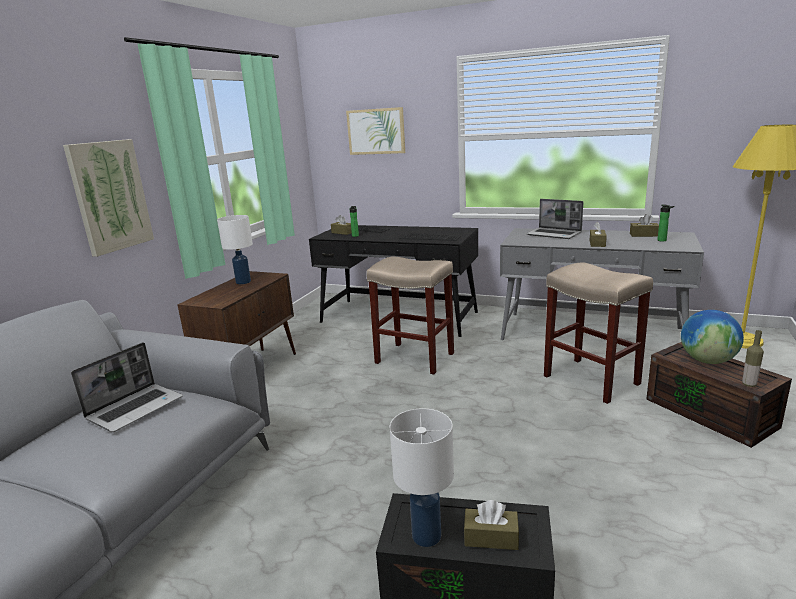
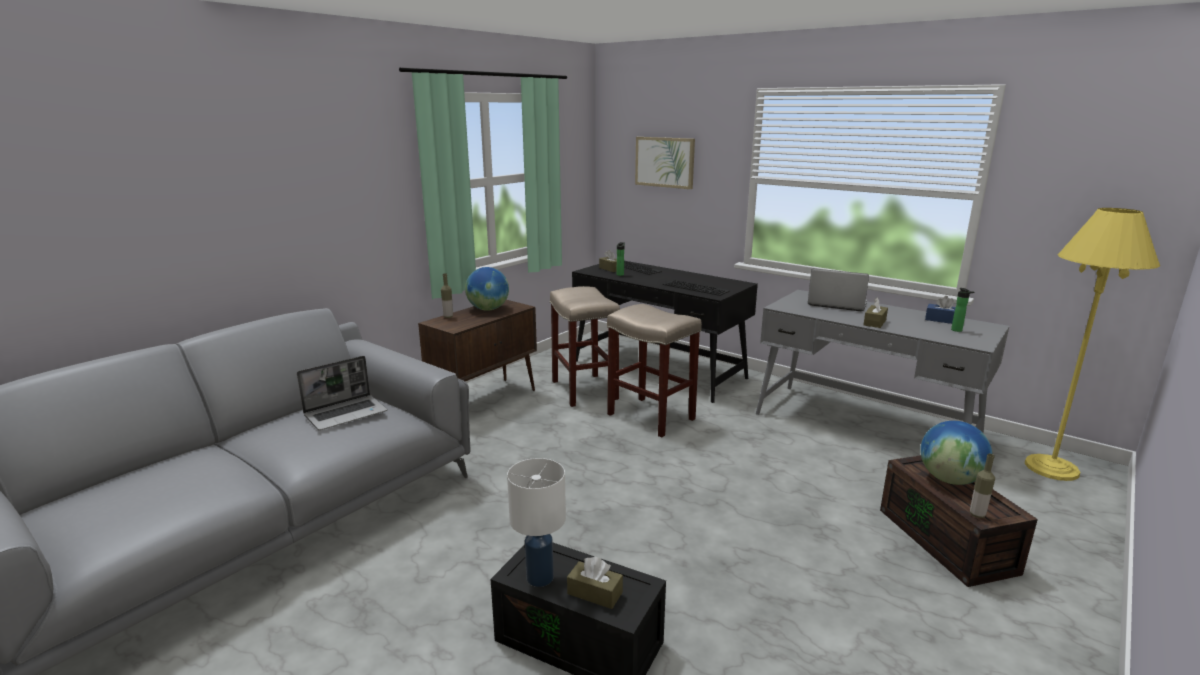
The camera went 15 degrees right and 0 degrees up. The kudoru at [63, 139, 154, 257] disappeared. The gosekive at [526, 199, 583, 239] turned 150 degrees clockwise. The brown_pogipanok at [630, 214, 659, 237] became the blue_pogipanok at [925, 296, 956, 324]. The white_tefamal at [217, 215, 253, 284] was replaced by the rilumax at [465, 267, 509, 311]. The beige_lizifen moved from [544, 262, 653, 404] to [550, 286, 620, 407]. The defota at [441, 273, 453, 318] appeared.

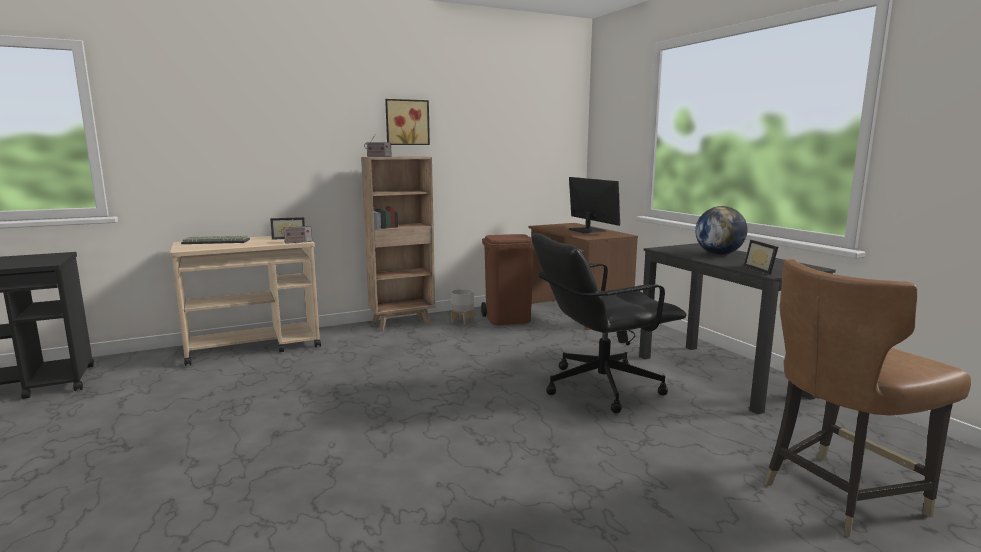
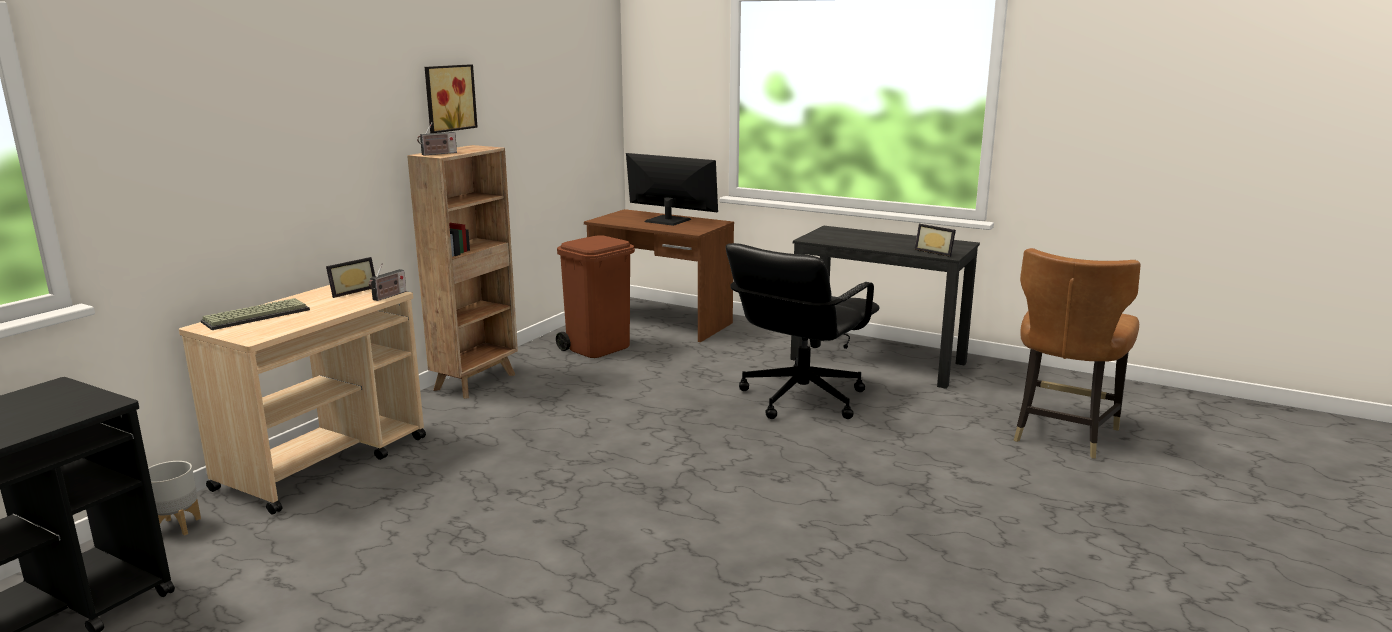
The camera went 35 degrees left and 5 degrees up. The rilumax at [695, 206, 748, 255] disappeared. The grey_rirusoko moved from [451, 289, 474, 325] to [148, 461, 201, 536].

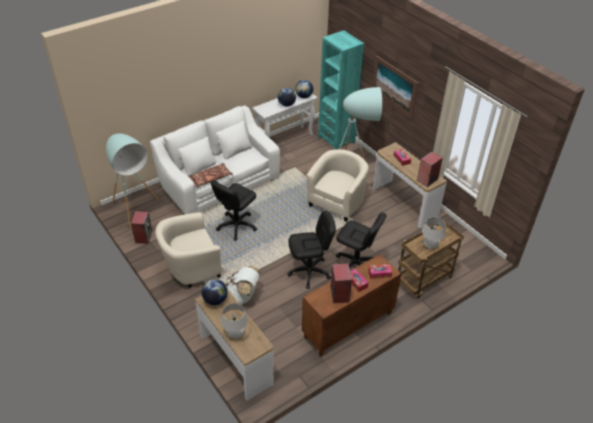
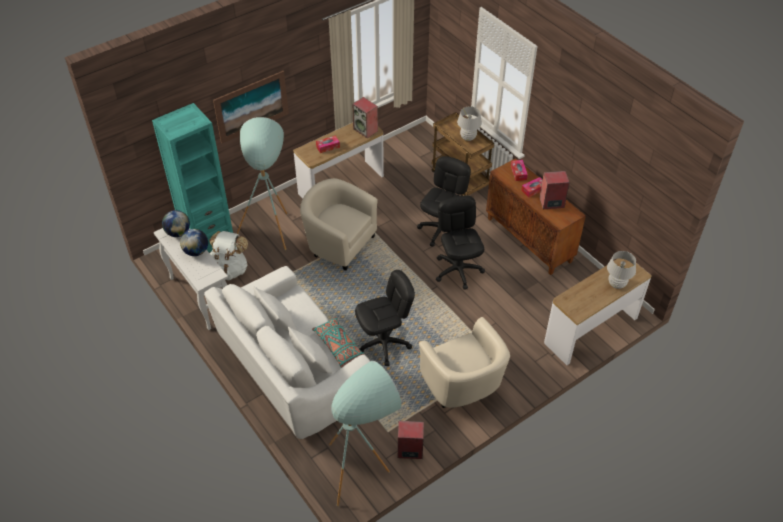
The camera went 90 degrees left and 5 degrees up. The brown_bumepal at [188, 163, 233, 187] became the turquoise_bumepal at [312, 317, 365, 368]. The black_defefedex at [210, 180, 257, 241] turned 60 degrees counterclockwise. The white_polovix moved from [225, 266, 260, 305] to [209, 231, 248, 280]. The rilumax at [202, 279, 228, 305] disappeared.

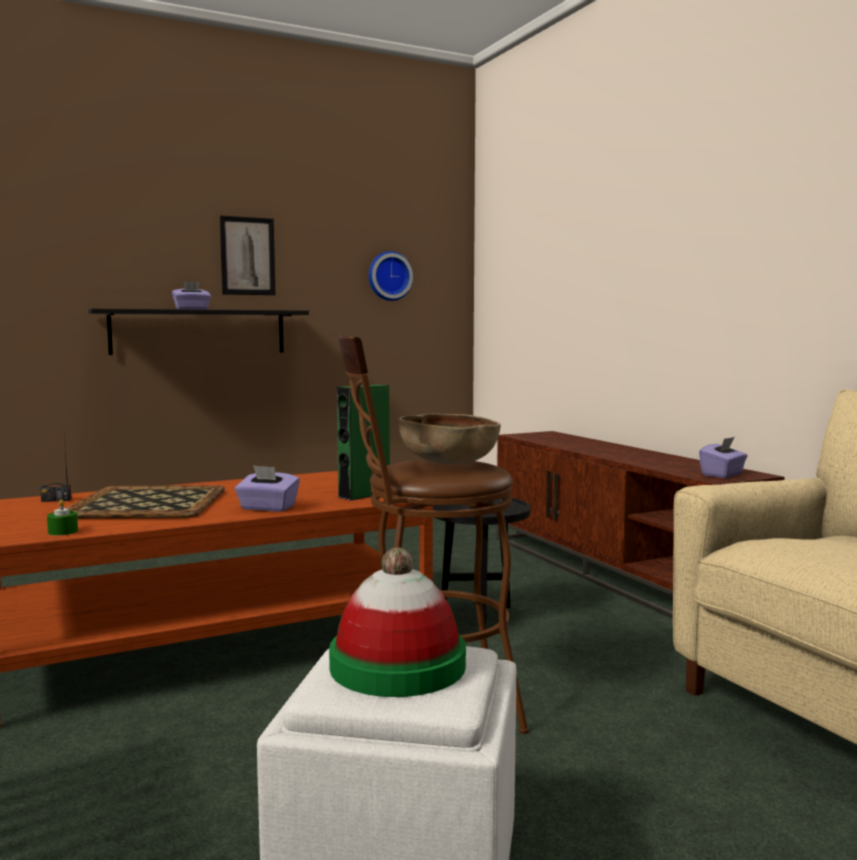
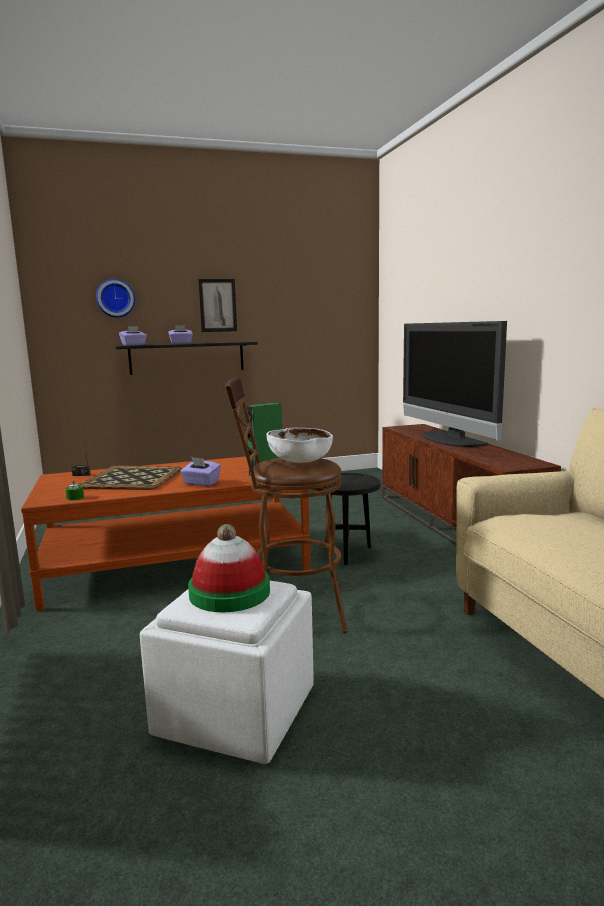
The camera went 10 degrees right and 5 degrees up. The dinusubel moved from [368, 251, 413, 301] to [96, 279, 135, 318]. The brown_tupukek at [398, 414, 501, 465] became the white_tupukek at [266, 428, 333, 463]. The purple_pogipanok moved from [699, 437, 748, 478] to [119, 326, 147, 345]. The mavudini at [403, 321, 507, 447] appeared.

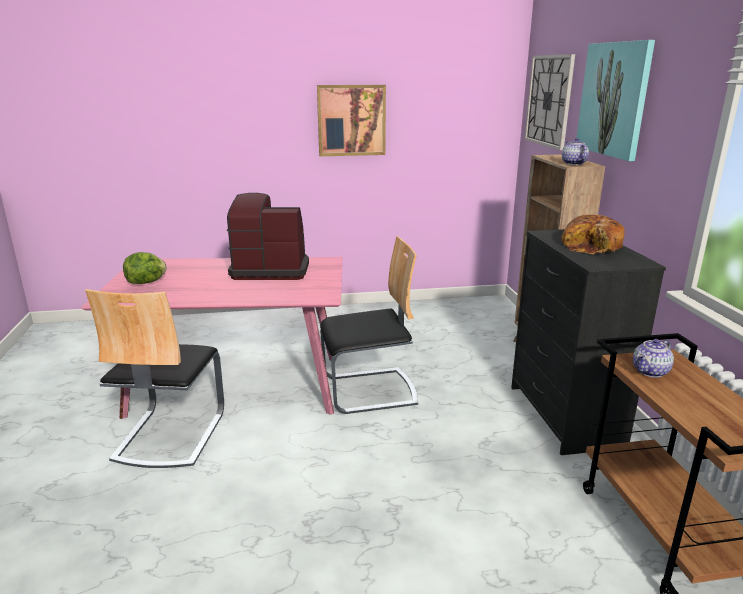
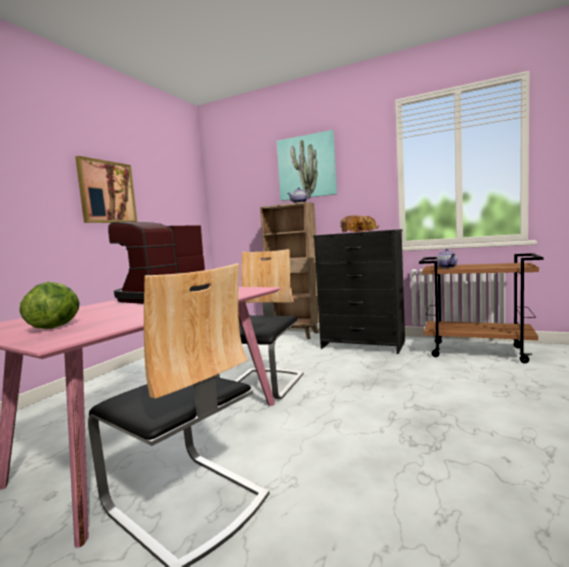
The camera went 55 degrees left and 15 degrees down. The dinusubel at [524, 54, 575, 150] disappeared.

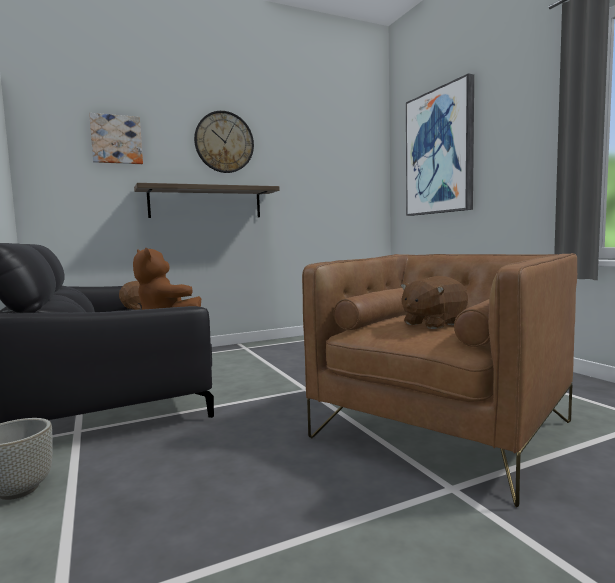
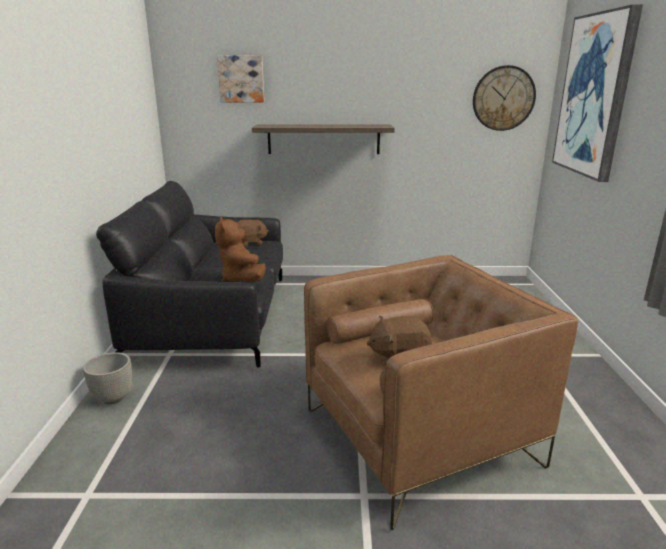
The camera went 25 degrees right and 15 degrees up. The dinusubel moved from [194, 111, 254, 173] to [473, 65, 536, 131].

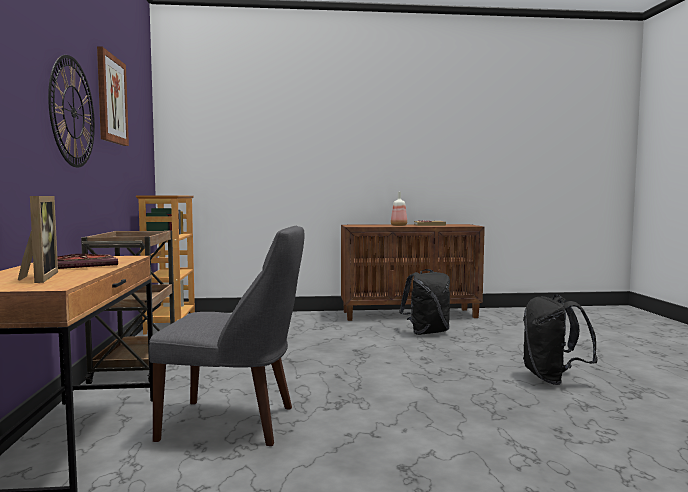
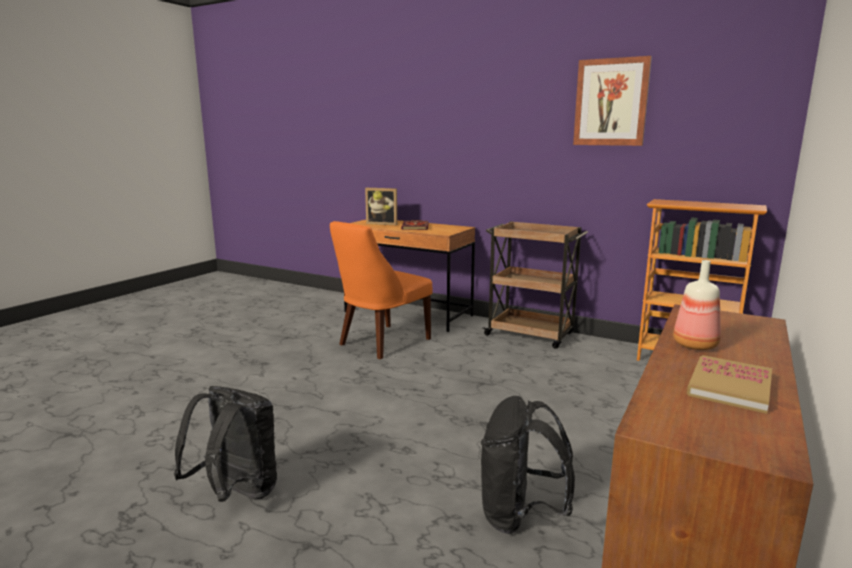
The camera went 125 degrees right and 10 degrees up. The dinusubel at [48, 55, 95, 167] disappeared. The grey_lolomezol at [149, 226, 304, 446] became the orange_lolomezol at [330, 221, 433, 359].

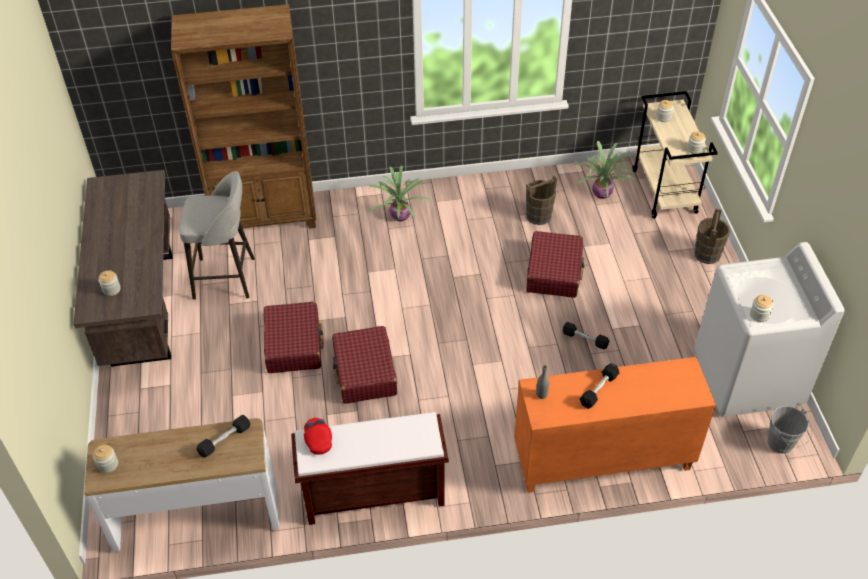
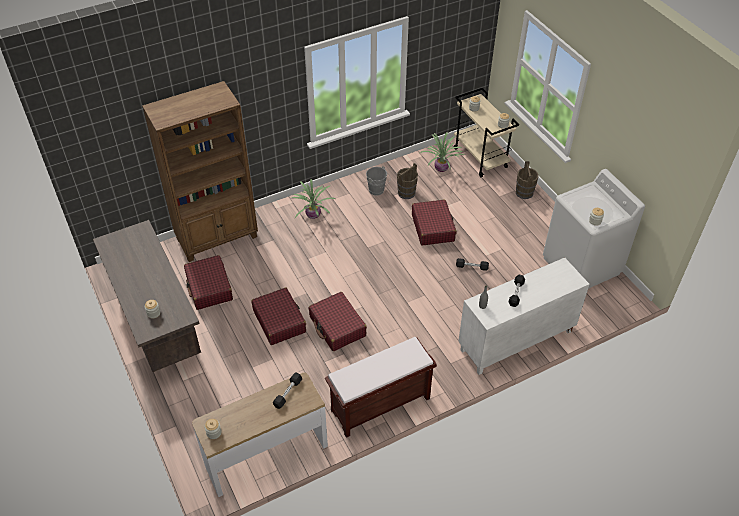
The camera went 20 degrees left and 0 degrees up. The grey_lizifen at [179, 171, 255, 299] was replaced by the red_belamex at [184, 255, 233, 310]. The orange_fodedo at [514, 357, 716, 493] became the white_fodedo at [458, 258, 589, 375]. The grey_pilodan moved from [767, 406, 812, 454] to [366, 166, 391, 196]. The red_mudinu at [304, 418, 332, 455] disappeared.

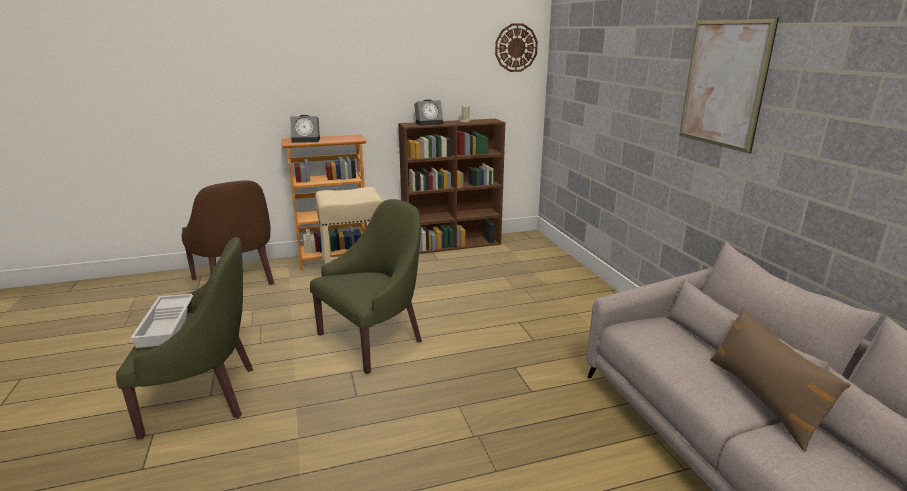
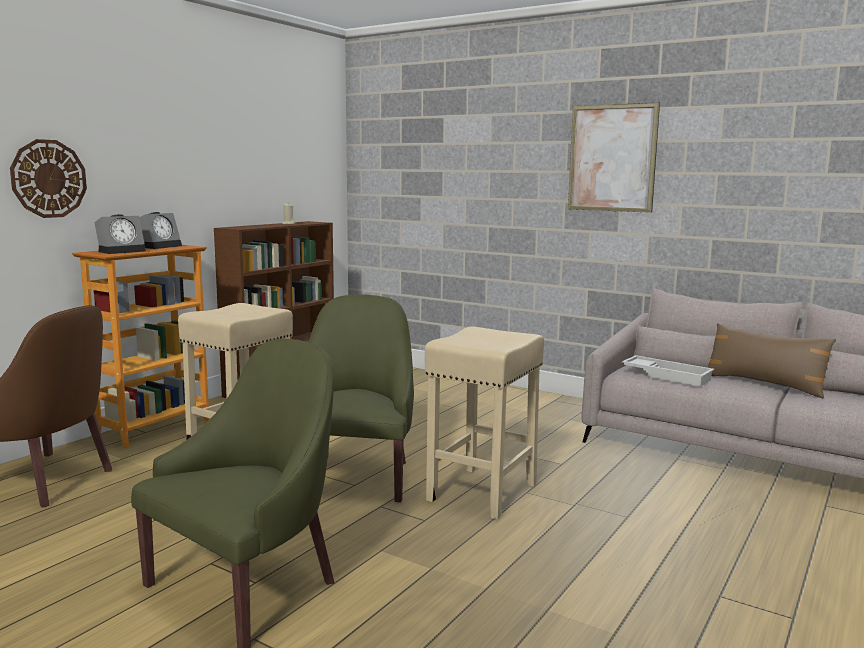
The camera went 40 degrees left and 10 degrees down. The dinusubel moved from [495, 24, 538, 72] to [10, 139, 87, 218]. The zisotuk moved from [414, 99, 443, 126] to [139, 212, 182, 249]. The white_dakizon moved from [130, 294, 193, 348] to [622, 355, 715, 387]. The beige_lizifen at [425, 326, 544, 520] appeared.

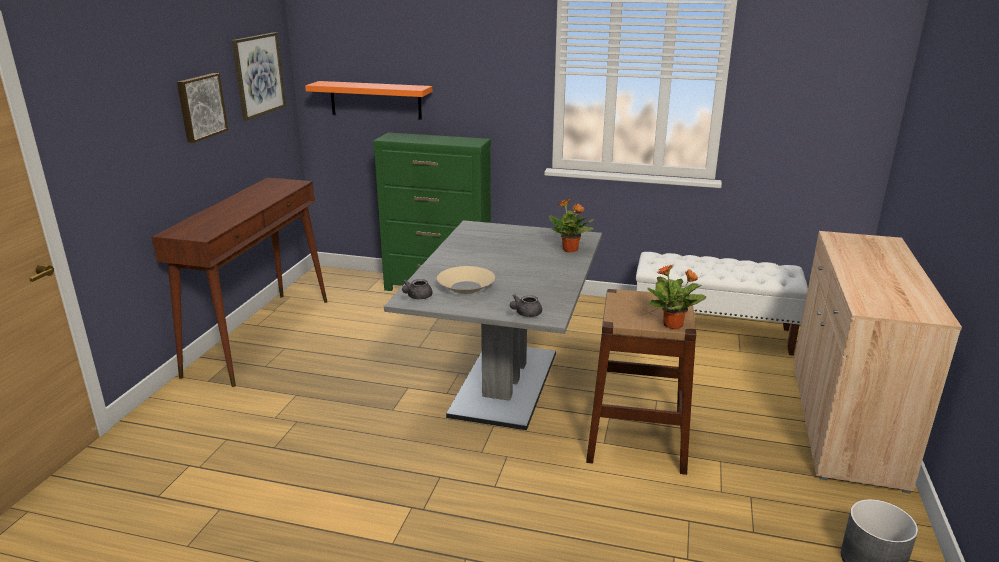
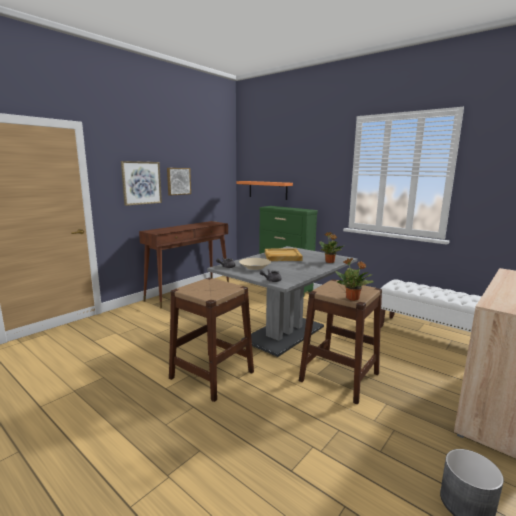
The camera went 25 degrees right and 10 degrees down. The kudoru moved from [232, 32, 286, 121] to [121, 161, 162, 206]. The beige_dakizon at [265, 248, 303, 261] appeared. The brown_lizifen at [169, 278, 254, 402] appeared.

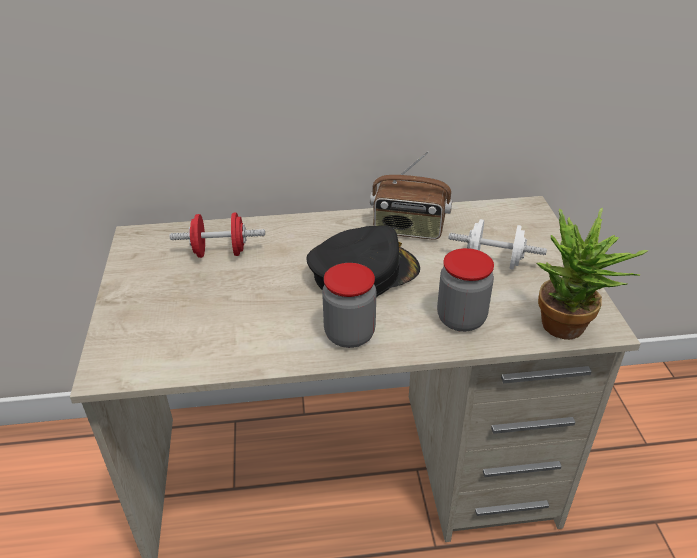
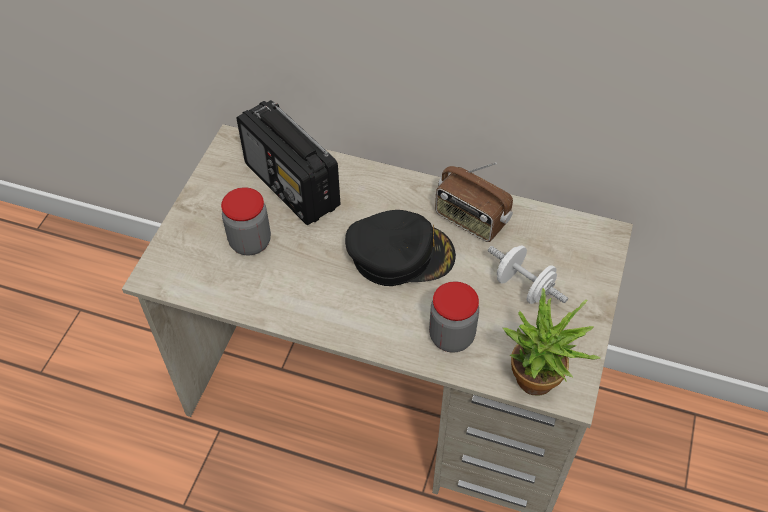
The camera went 25 degrees right and 15 degrees up. The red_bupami at [170, 212, 265, 258] was replaced by the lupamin at [236, 100, 340, 225]. The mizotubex moved from [322, 263, 376, 348] to [221, 187, 271, 255].

